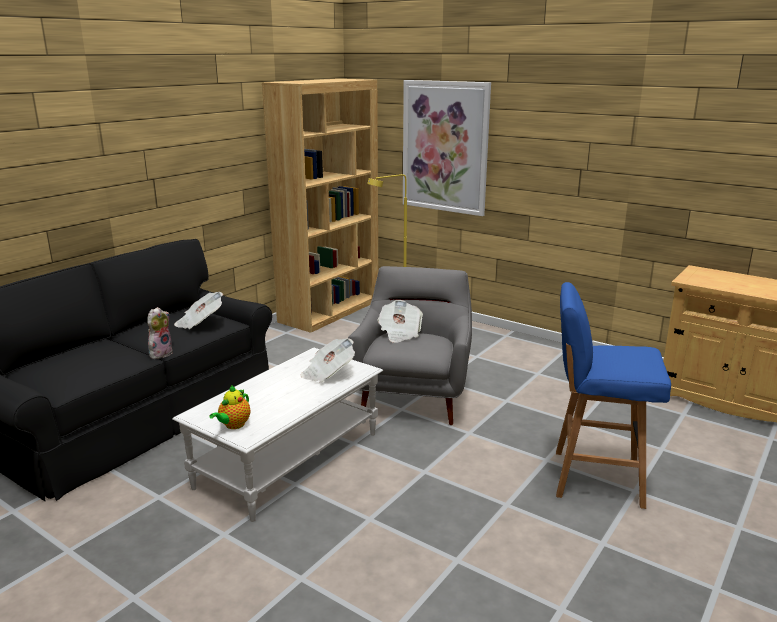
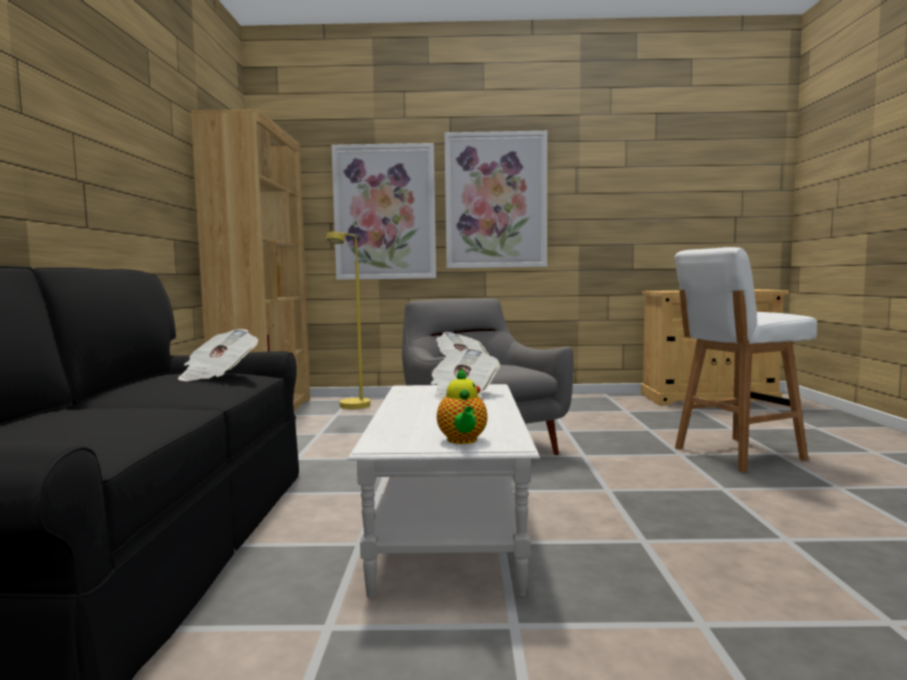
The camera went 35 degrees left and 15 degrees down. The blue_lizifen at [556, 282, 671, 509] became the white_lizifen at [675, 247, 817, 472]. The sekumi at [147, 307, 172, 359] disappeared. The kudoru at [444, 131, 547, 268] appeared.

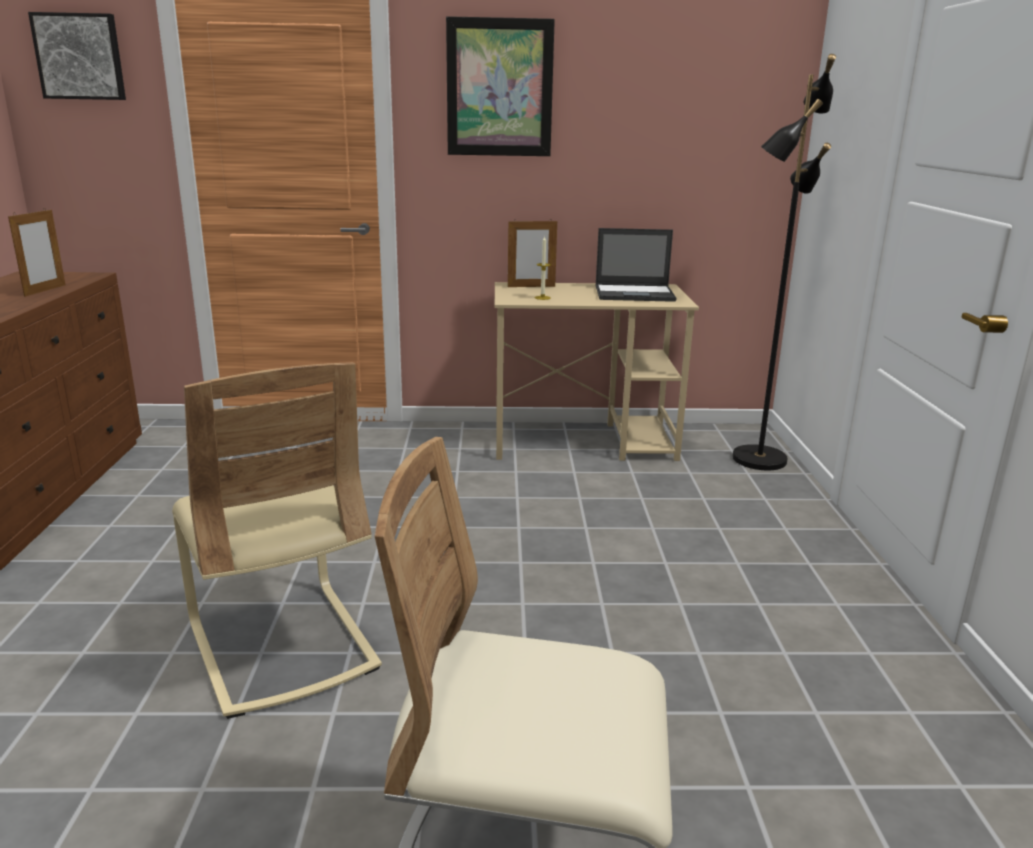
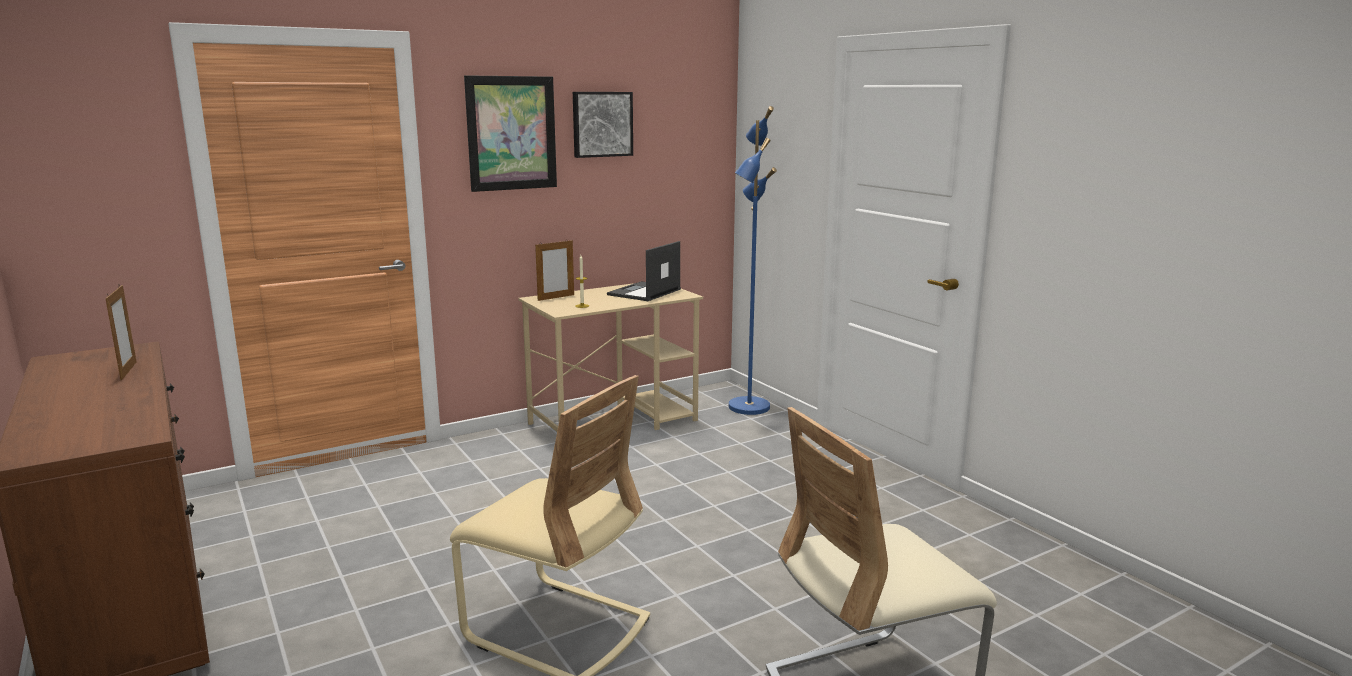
The camera went 30 degrees left and 5 degrees down. The kudoru moved from [28, 12, 126, 100] to [573, 92, 633, 158]. The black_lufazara at [732, 54, 836, 470] became the blue_lufazara at [729, 106, 777, 415]. The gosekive at [595, 228, 677, 302] turned 150 degrees clockwise.

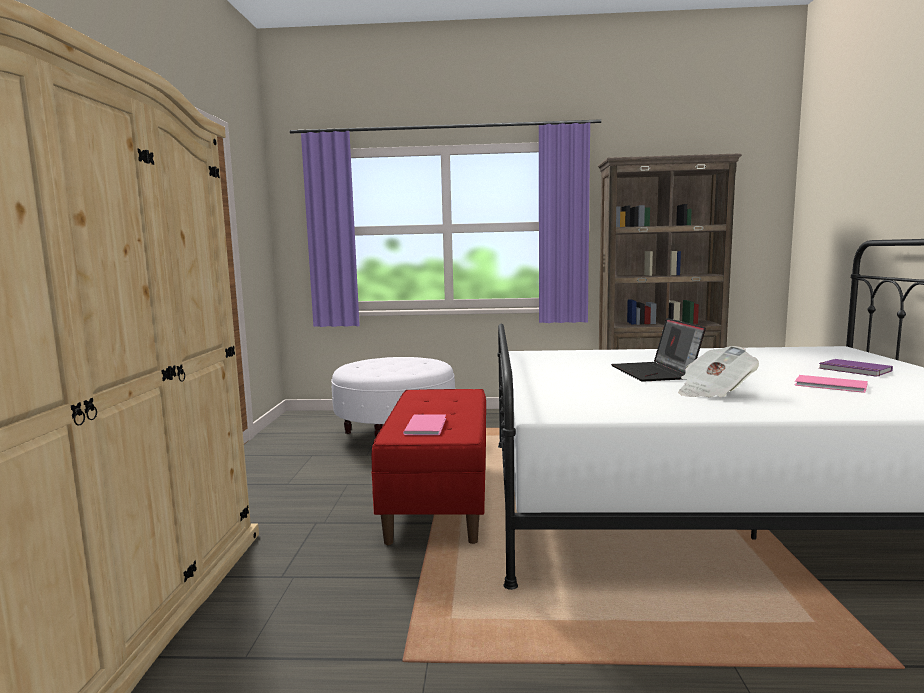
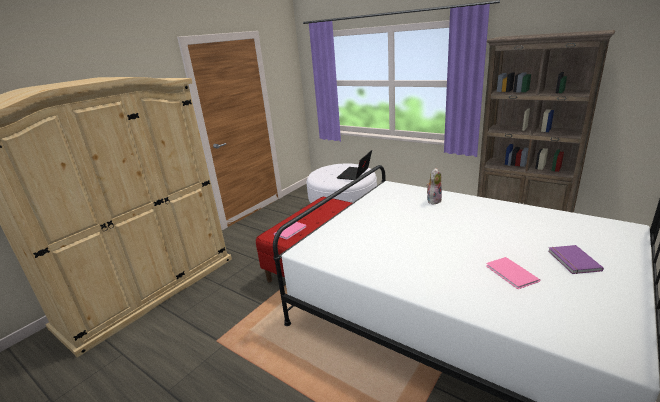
The camera went 35 degrees right and 15 degrees up. The gosekive moved from [611, 318, 706, 381] to [337, 150, 372, 180]. The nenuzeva at [678, 346, 759, 397] disappeared. The sekumi at [426, 168, 442, 204] appeared.

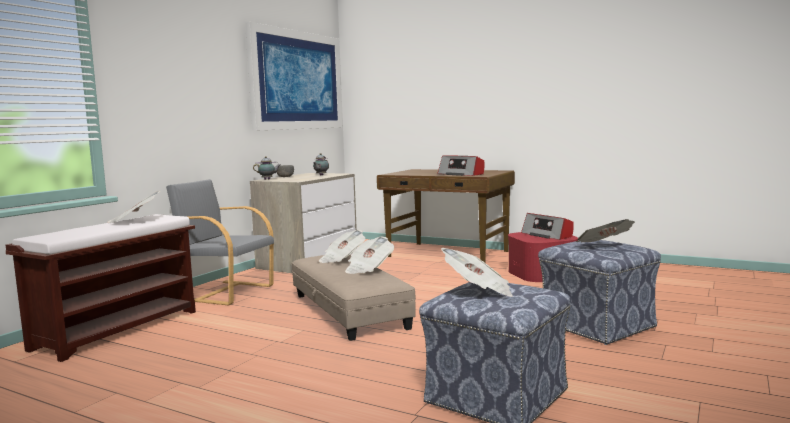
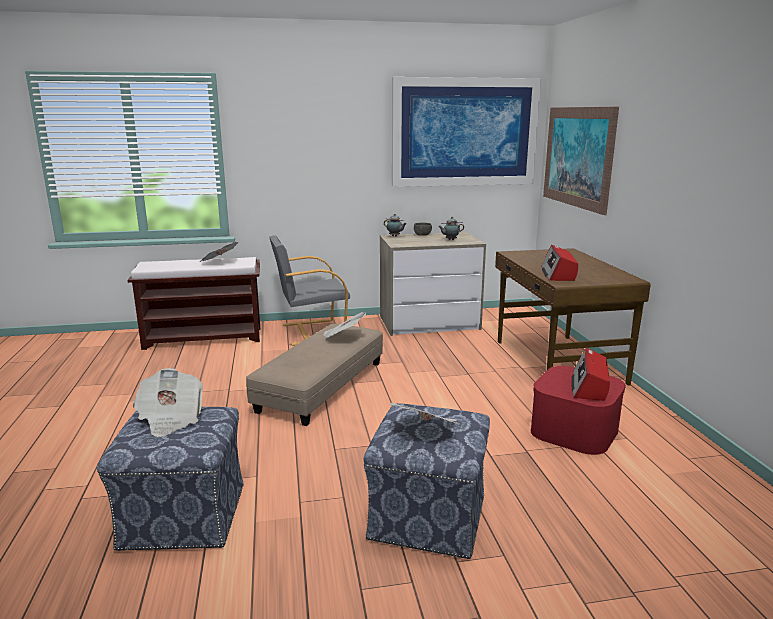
The camera went 50 degrees right and 10 degrees up. The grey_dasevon at [166, 179, 274, 306] turned 90 degrees counterclockwise. The nenuzeva at [345, 237, 394, 274] disappeared. The kudoru at [543, 106, 619, 215] appeared.

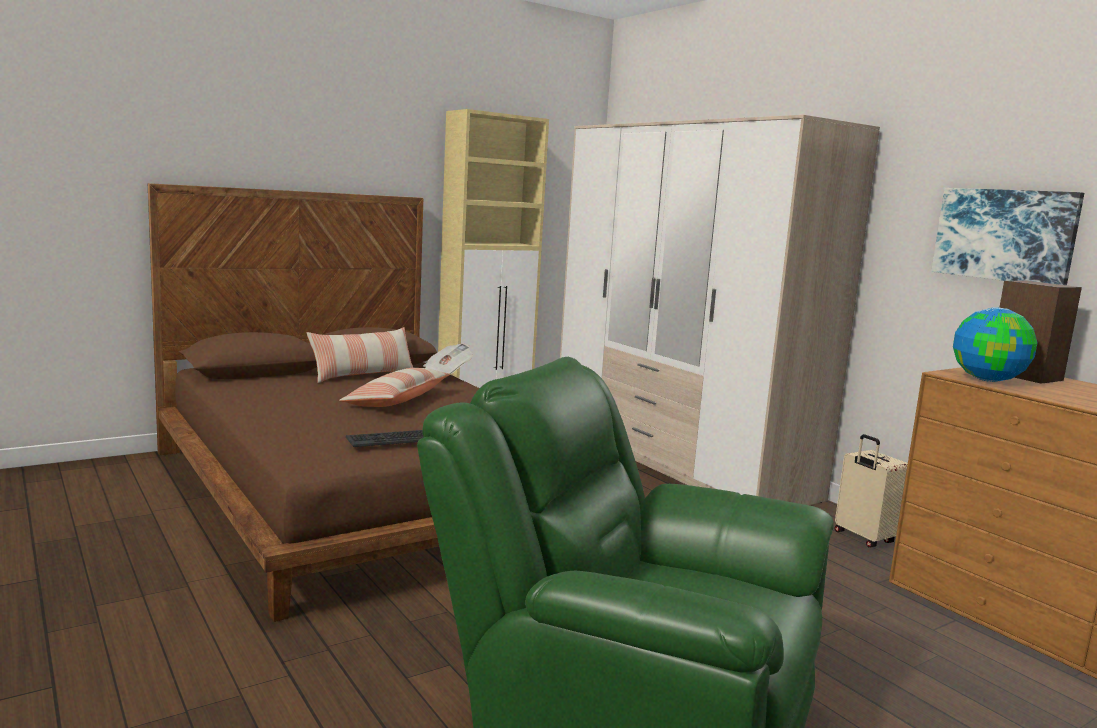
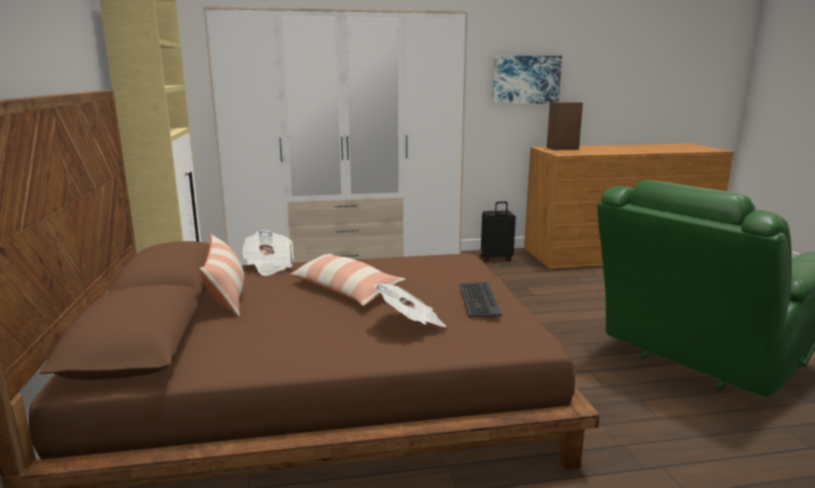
The camera went 65 degrees left and 5 degrees up. The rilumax at [953, 307, 1038, 382] disappeared. The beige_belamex at [834, 434, 908, 547] became the black_belamex at [480, 201, 516, 262]. The nenuzeva at [373, 284, 446, 327] appeared.

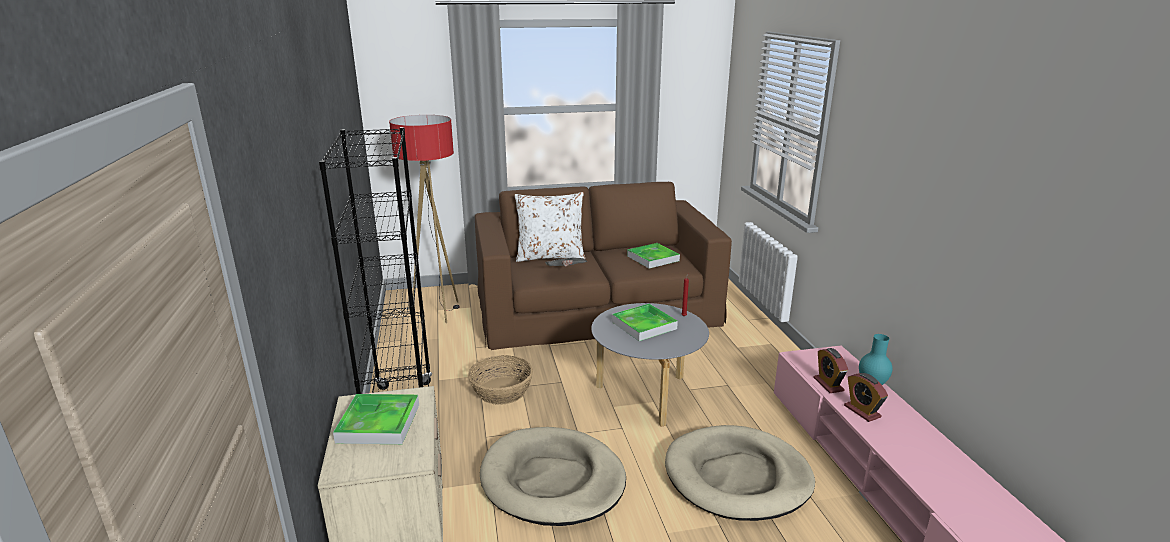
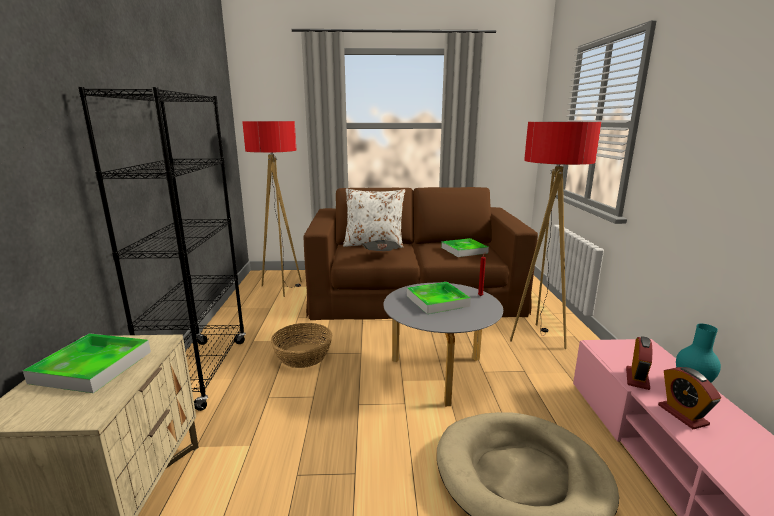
The camera went 10 degrees right and 5 degrees down. The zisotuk at [813, 348, 848, 393] turned 150 degrees counterclockwise. The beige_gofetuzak at [480, 427, 626, 526] disappeared. The lufazara at [510, 122, 601, 349] appeared.

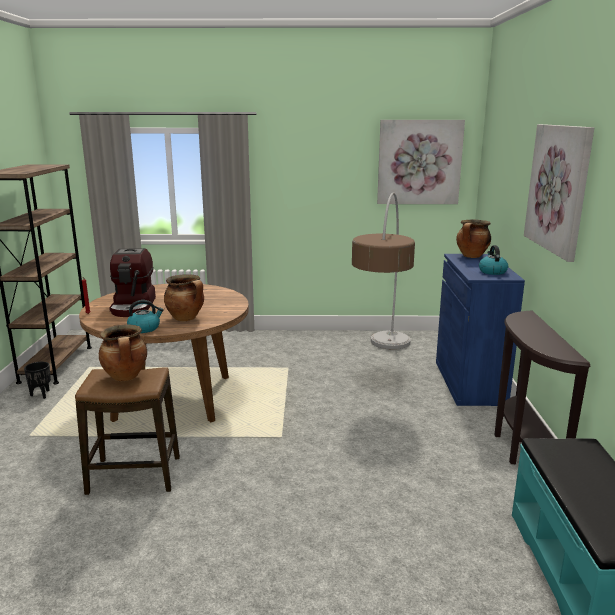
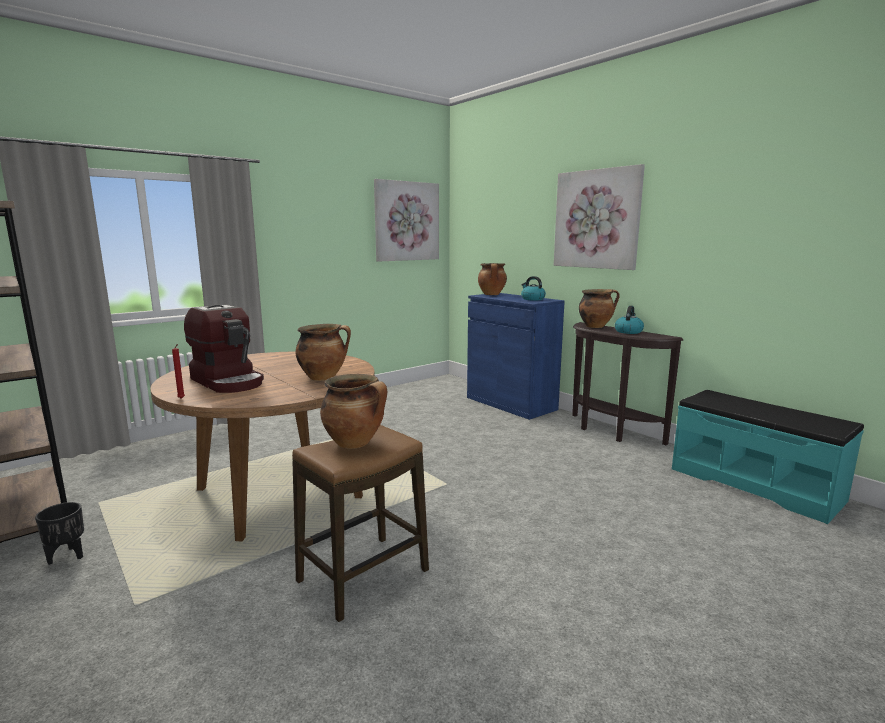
The camera went 40 degrees left and 5 degrees down. The lufazara at [352, 192, 415, 350] disappeared. The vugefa moved from [127, 300, 164, 333] to [615, 306, 644, 334]. The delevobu at [579, 289, 620, 328] appeared.

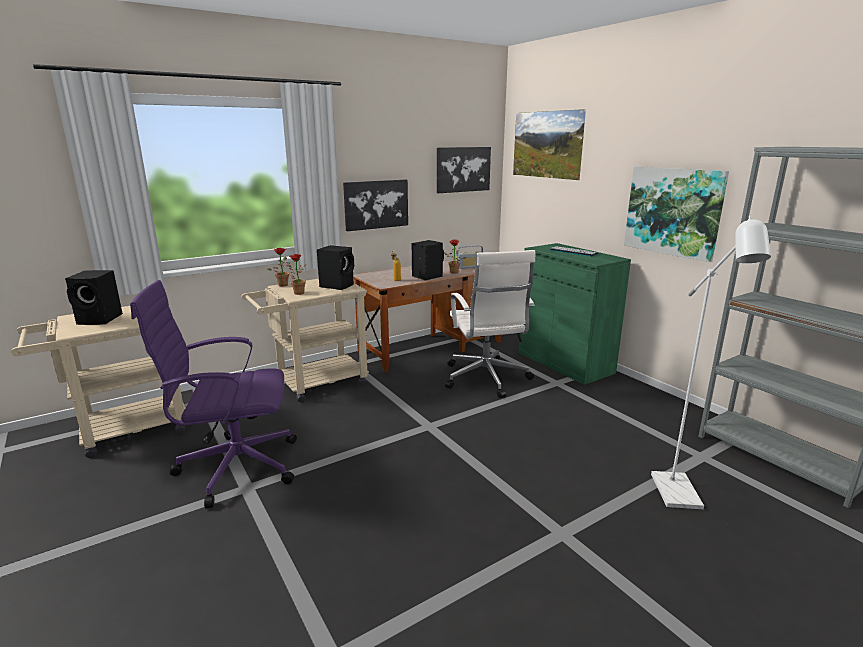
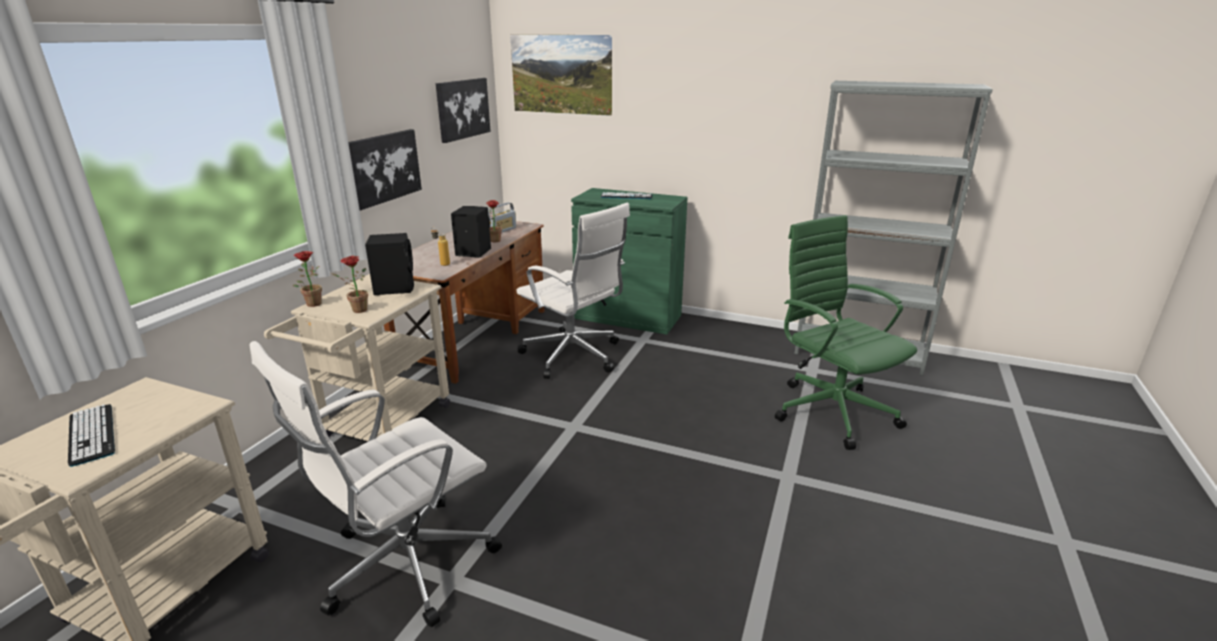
The camera went 35 degrees left and 5 degrees up. The kudoru at [624, 166, 729, 262] disappeared. The white_lufazara at [651, 216, 771, 509] was replaced by the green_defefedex at [775, 215, 917, 450]. The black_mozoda at [65, 270, 123, 325] was replaced by the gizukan at [68, 404, 115, 467]. The purple_defefedex at [130, 280, 297, 508] became the white_defefedex at [250, 341, 502, 627].

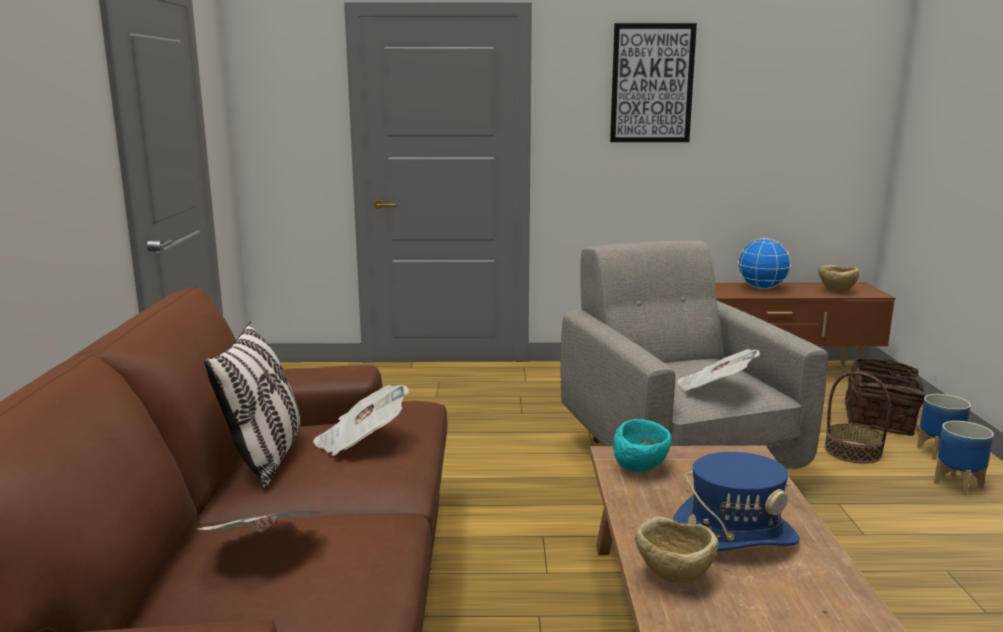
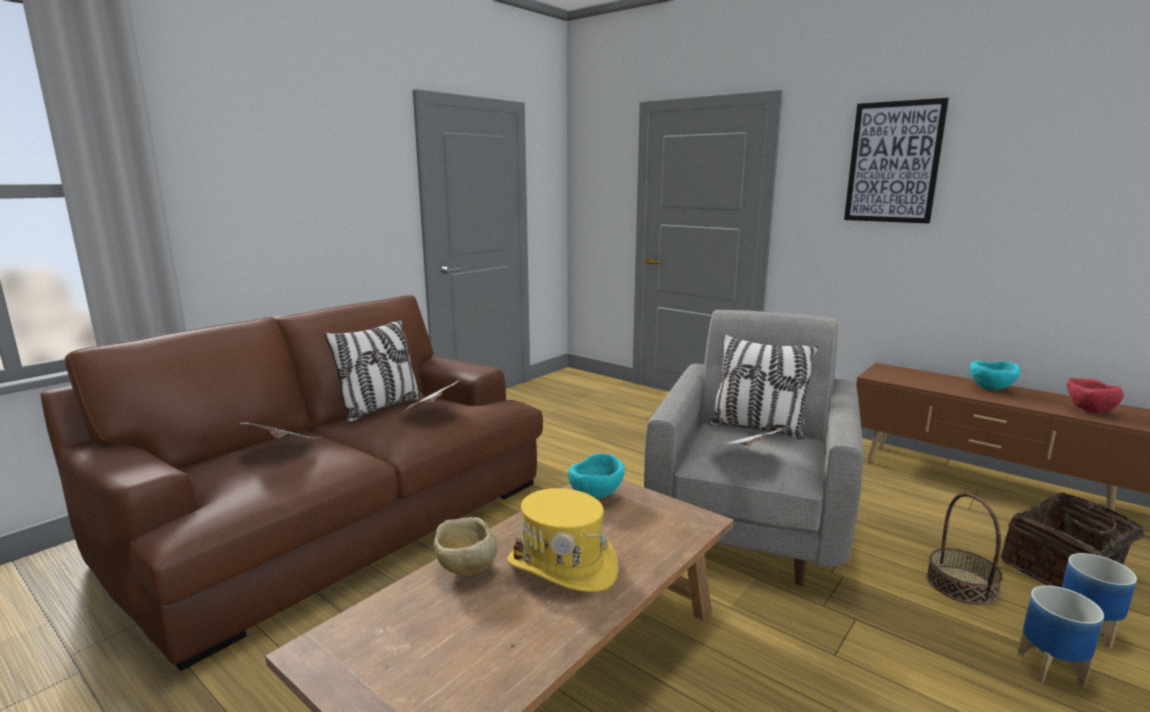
The camera went 40 degrees right and 0 degrees up. The rilumax at [738, 238, 791, 289] was replaced by the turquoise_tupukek at [970, 360, 1020, 390]. The beige_tupukek at [818, 265, 859, 291] became the red_tupukek at [1067, 378, 1124, 413]. The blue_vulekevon at [673, 452, 800, 551] became the yellow_vulekevon at [507, 488, 618, 592]. The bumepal at [708, 334, 818, 440] appeared.

